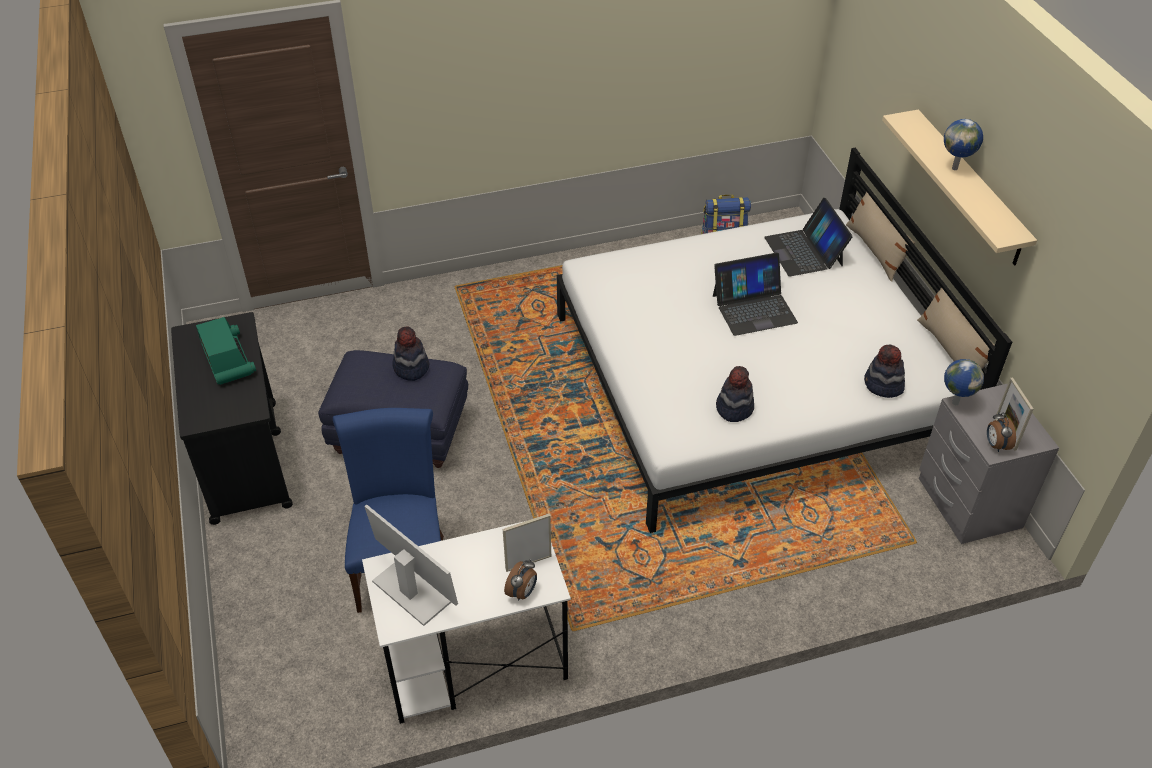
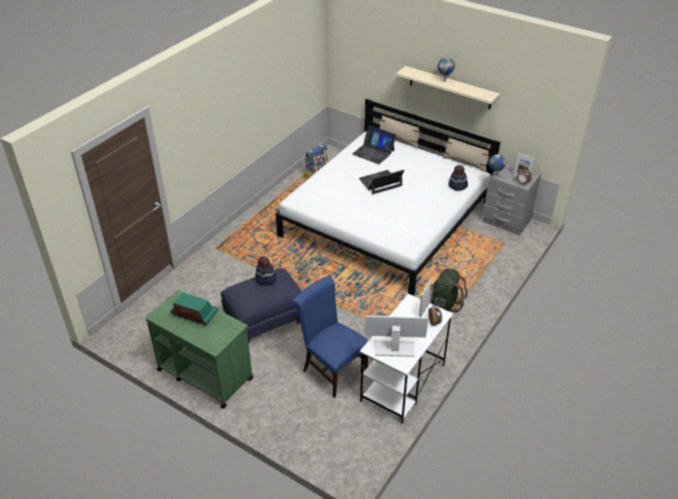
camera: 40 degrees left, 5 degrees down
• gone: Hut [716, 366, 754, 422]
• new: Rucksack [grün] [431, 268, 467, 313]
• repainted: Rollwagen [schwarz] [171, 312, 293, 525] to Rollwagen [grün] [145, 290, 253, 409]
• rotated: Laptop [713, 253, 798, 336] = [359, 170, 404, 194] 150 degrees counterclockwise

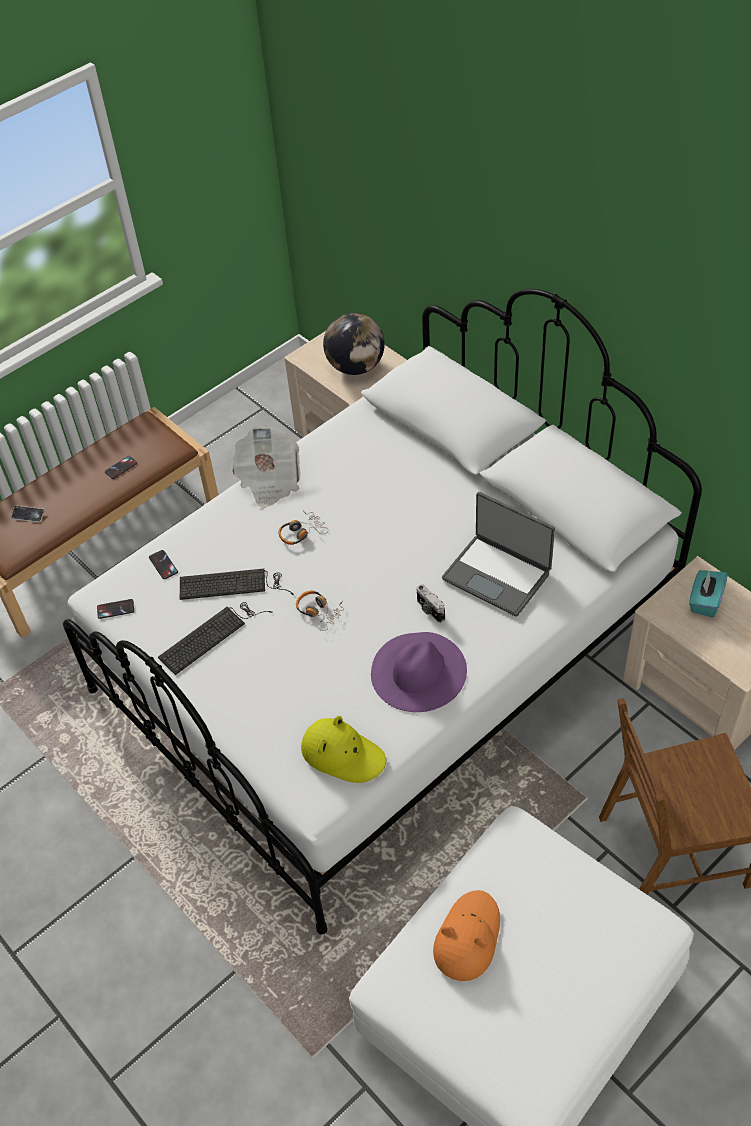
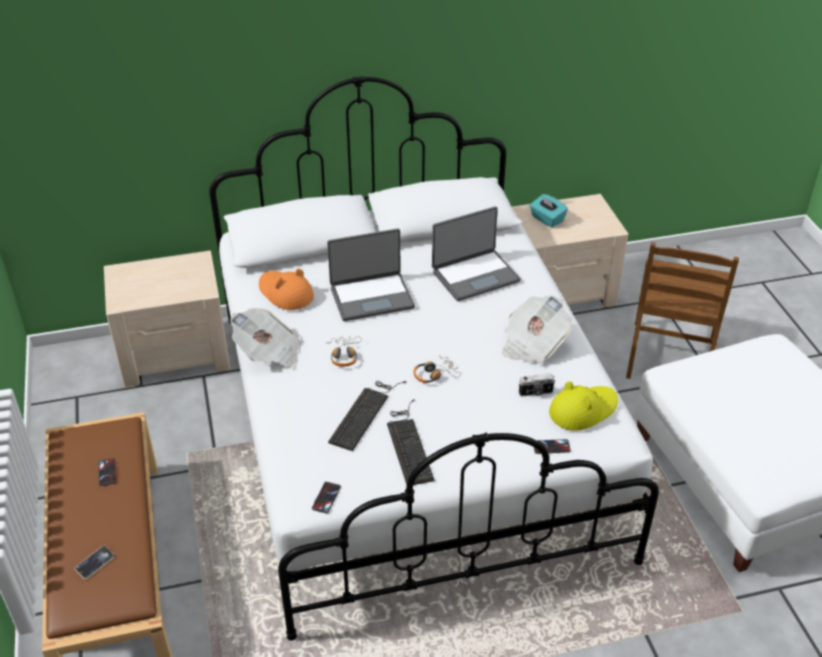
camera: 65 degrees left, 10 degrees down
• gone: Globus [323, 313, 385, 375]
• new: Laptop [327, 229, 415, 321]
• shifted: Handy [149, 550, 178, 579] to [534, 439, 571, 454]
• shifted: Kamera [417, 584, 445, 623] to [518, 373, 555, 396]
• shifted: Hut [orange] [433, 890, 500, 981] to [259, 269, 314, 310]
• swapped: Hut [lila] [371, 632, 467, 712] to Zeitung [502, 296, 572, 364]

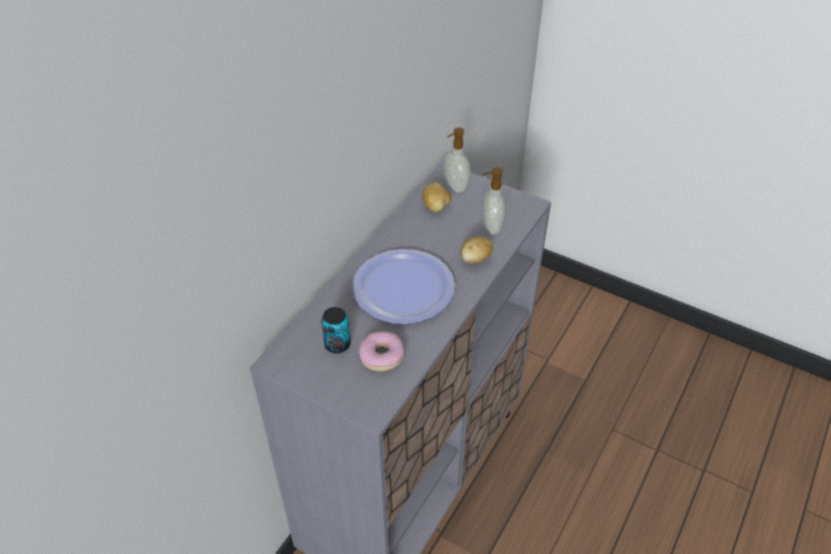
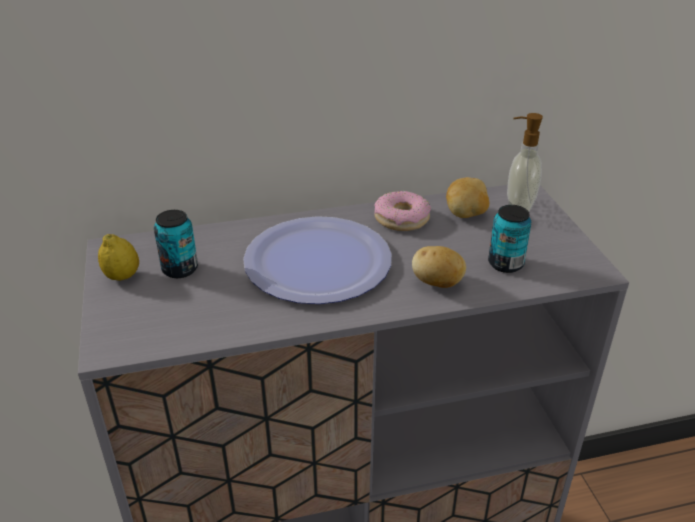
camera: 45 degrees right, 10 degrees down
• new: Zitrone [98, 234, 139, 281]
• shifted: Donut [358, 331, 404, 372] to [374, 191, 431, 231]
• swapped: Seifenspender [482, 167, 506, 235] to Dose [488, 205, 532, 273]

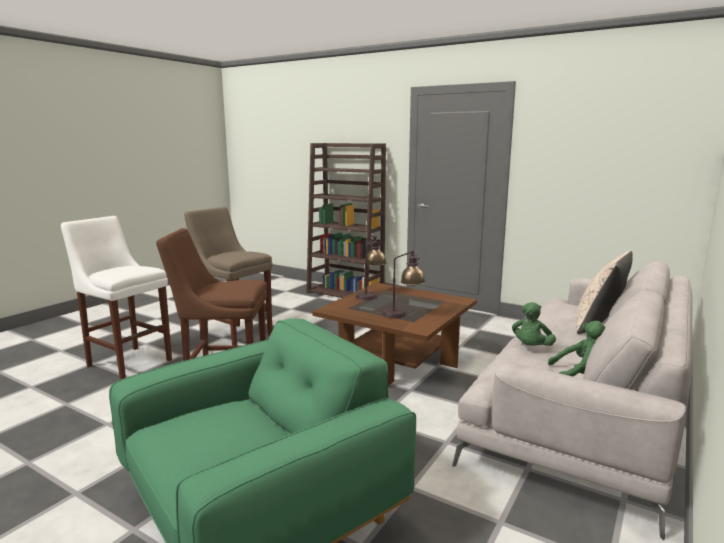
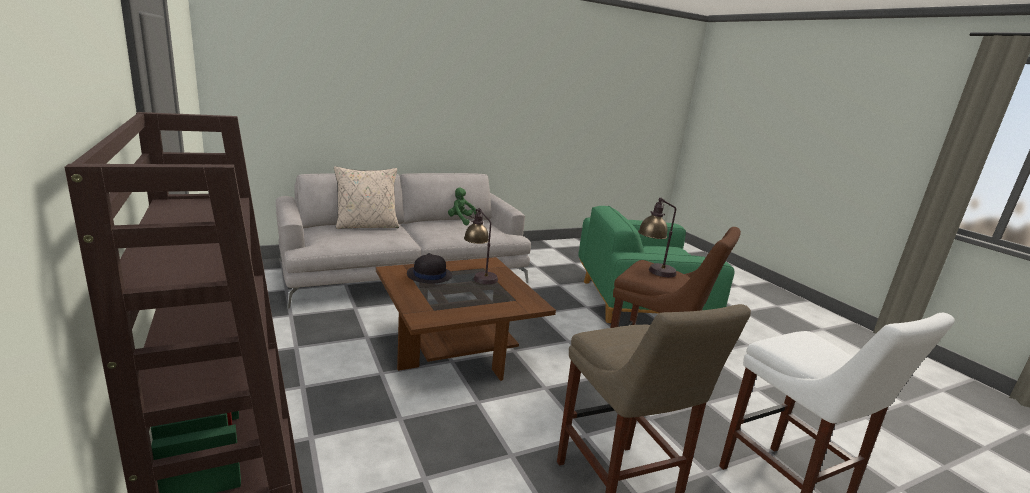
camera: 150 degrees left, 5 degrees up
• gone: Plüschtier [grün] [512, 302, 556, 346]
• new: Hut [schwarz] [407, 253, 452, 284]
• shifted: Tischlampe [356, 235, 387, 300] to [638, 198, 676, 277]

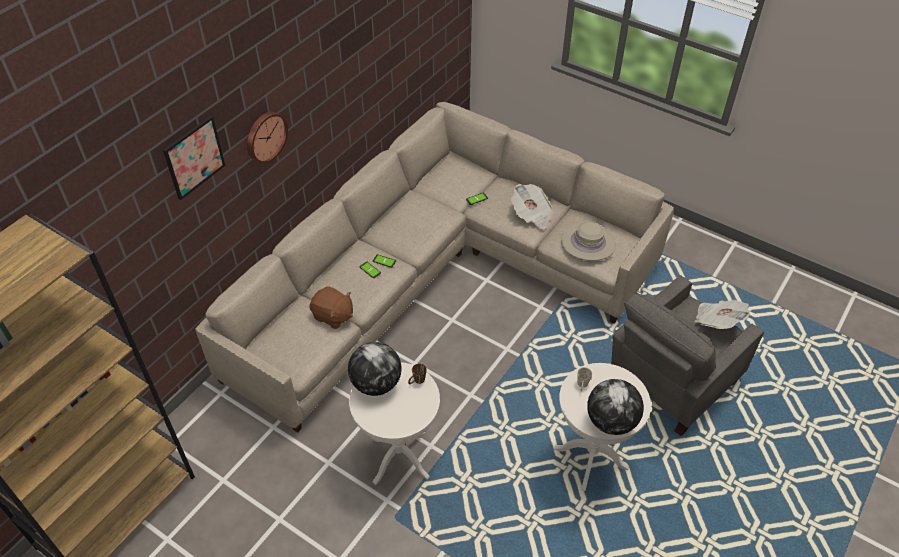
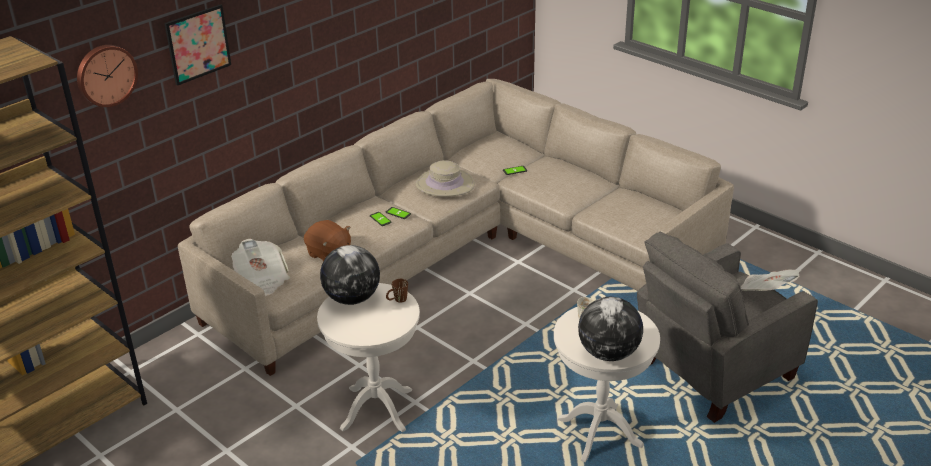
camera: 10 degrees right, 15 degrees down
• shifted: Wanduhr [247, 112, 288, 164] to [77, 45, 138, 107]
• shifted: Zeitung [511, 184, 554, 230] to [231, 239, 290, 296]
• shifted: Hut [beige] [561, 222, 616, 261] to [416, 160, 475, 197]

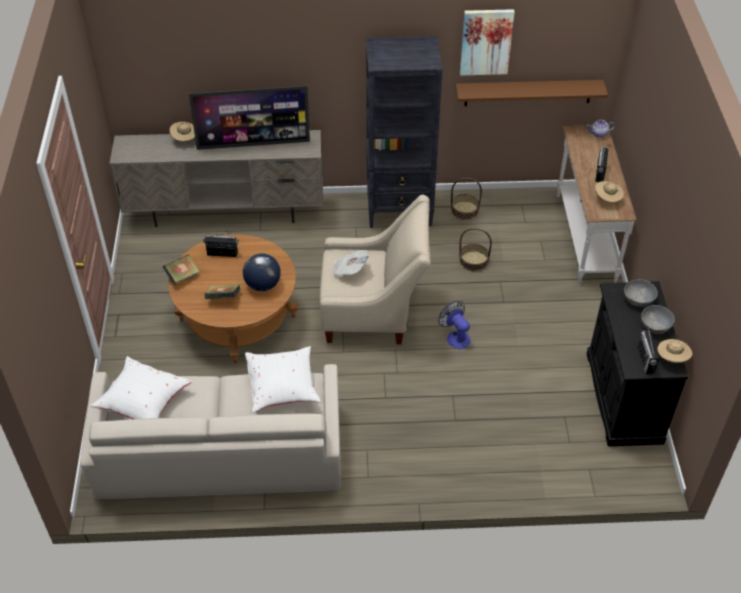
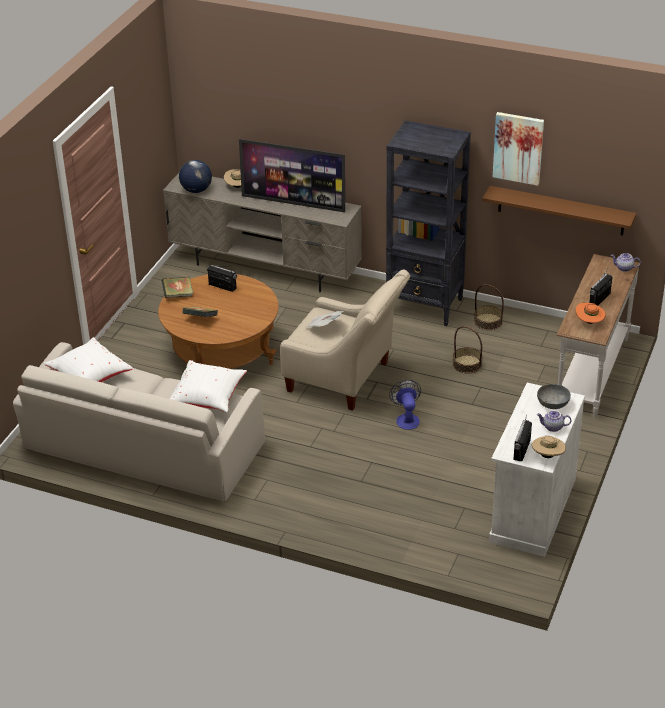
camera: 25 degrees right, 10 degrees down
• shifted: Globus [243, 253, 281, 291] to [179, 160, 212, 193]
• swapped: Schüssel [grau] [641, 305, 675, 334] to Teekanne [537, 410, 571, 432]
• repainted: Schrank [schwarz] [586, 281, 688, 446] to Schrank [weiß] [489, 383, 585, 557]
• repainted: Hut [beige] [595, 181, 624, 202] to Hut [orange] [575, 303, 606, 324]

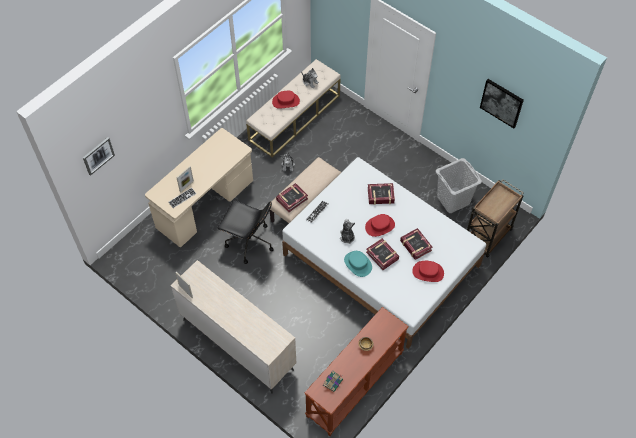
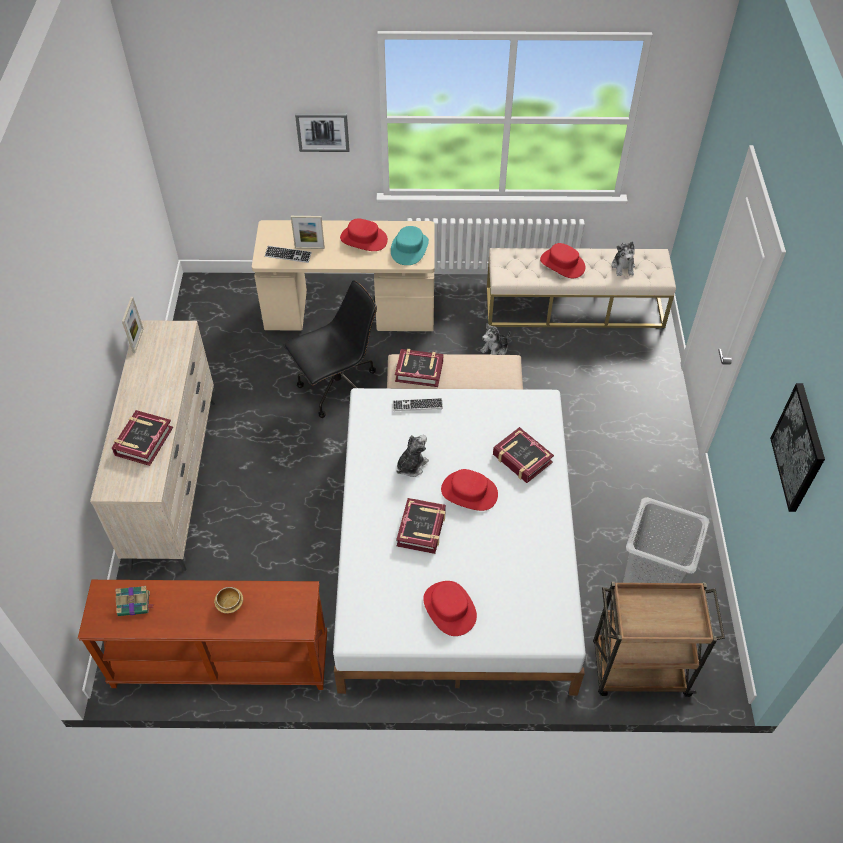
camera: 50 degrees right, 5 degrees down
• new: Hut [rot] [340, 218, 388, 251]
• shifted: Bild [83, 137, 115, 176] to [295, 113, 349, 152]
• shifted: Hut [türkis] [344, 251, 372, 277] to [391, 226, 429, 265]
• shifted: Buch [400, 228, 433, 260] to [112, 410, 173, 466]
• rotated: Bürostuhl [schwarz] [217, 200, 274, 264] = [284, 280, 377, 418] 105 degrees counterclockwise

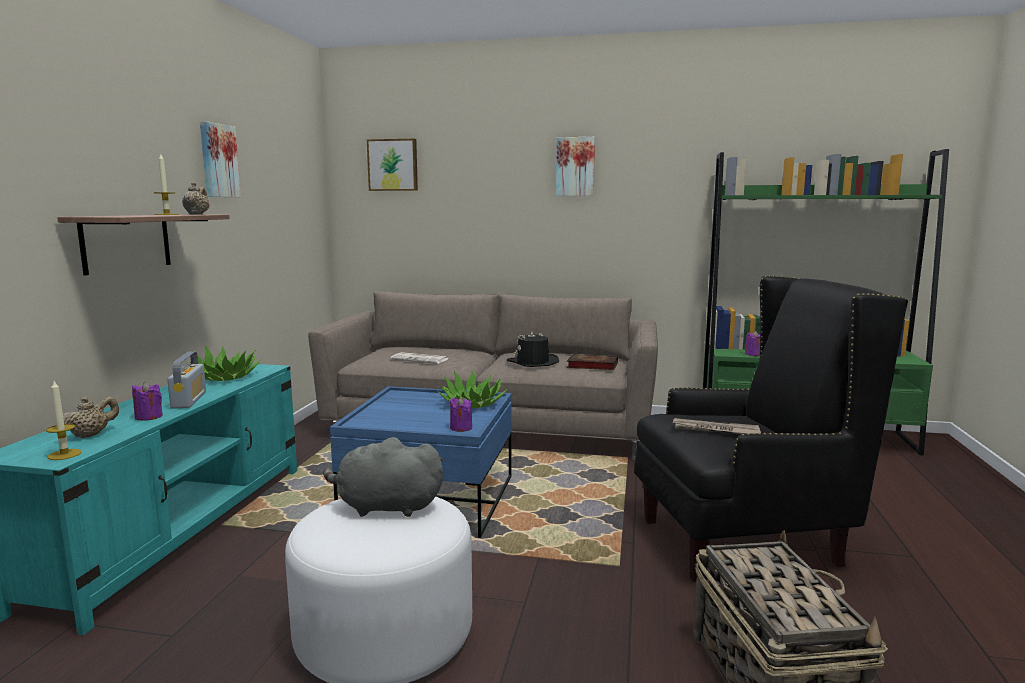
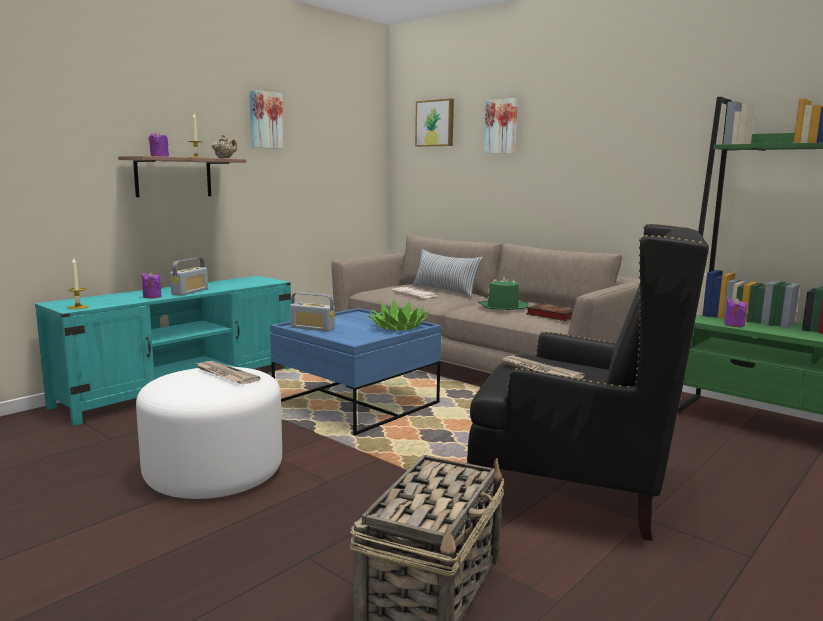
camera: 30 degrees right, 0 degrees up
• gone: Teekanne [beige] [63, 397, 119, 438]
• gone: Topfpflanze [190, 346, 262, 381]
• new: Radio [290, 292, 335, 332]
• new: Kissen [412, 249, 483, 297]
• shifted: Kerze [lila] [449, 397, 472, 432] to [148, 131, 169, 157]
• shifted: Bild [556, 137, 595, 196] to [484, 98, 518, 154]
• swapped: Plüschtier [grau] [323, 437, 443, 517] to Zeitung [196, 361, 260, 384]
• repainted: Hut [schwarz] [507, 332, 559, 367] to Hut [grün] [478, 278, 529, 310]

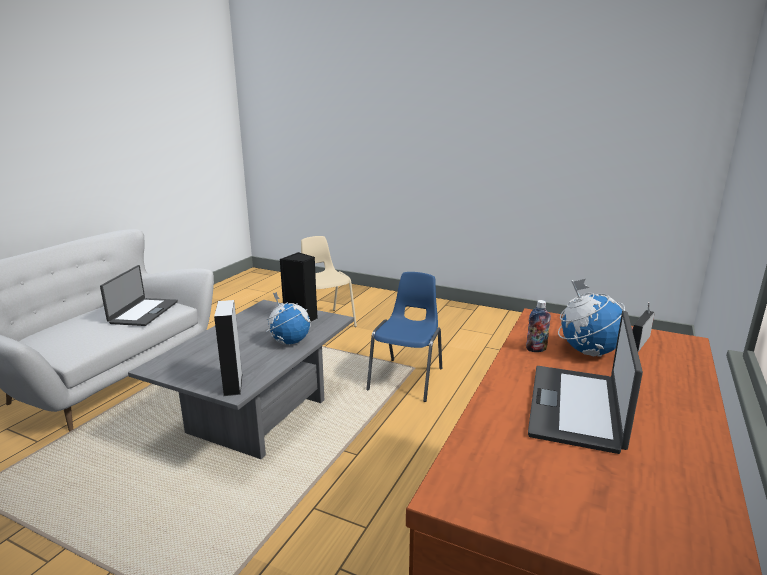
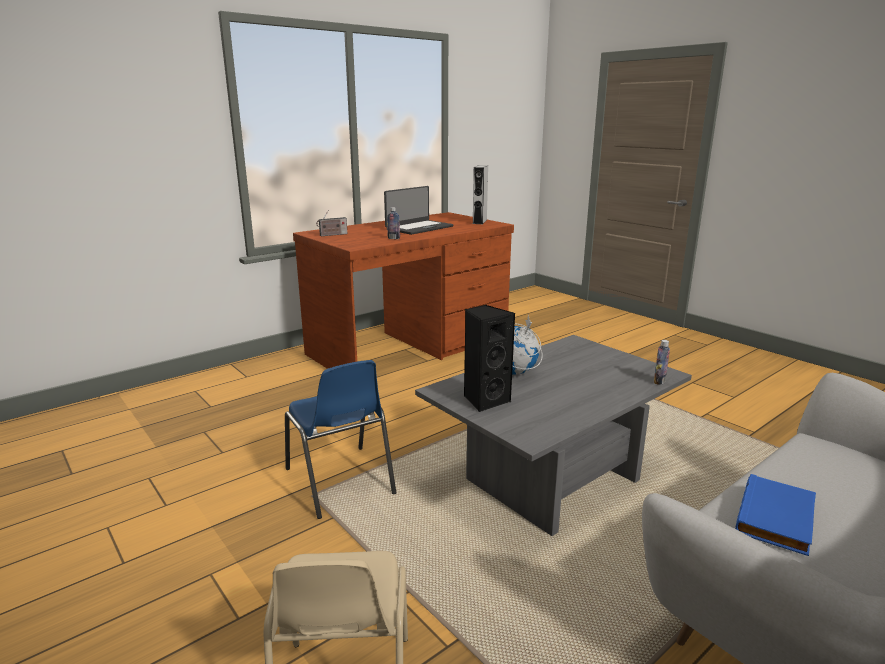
camera: 155 degrees left, 0 degrees up
• gone: Globus [558, 279, 625, 357]
• new: Flasche [654, 340, 670, 385]
• shifted: Lautsprecher [grau] [214, 300, 242, 396] to [473, 165, 488, 224]
• swapped: Laptop [100, 265, 178, 326] to Buch [blau] [735, 474, 816, 556]
• rotated: Stuhl [blau] [366, 272, 442, 402] = [285, 360, 396, 519] 75 degrees counterclockwise

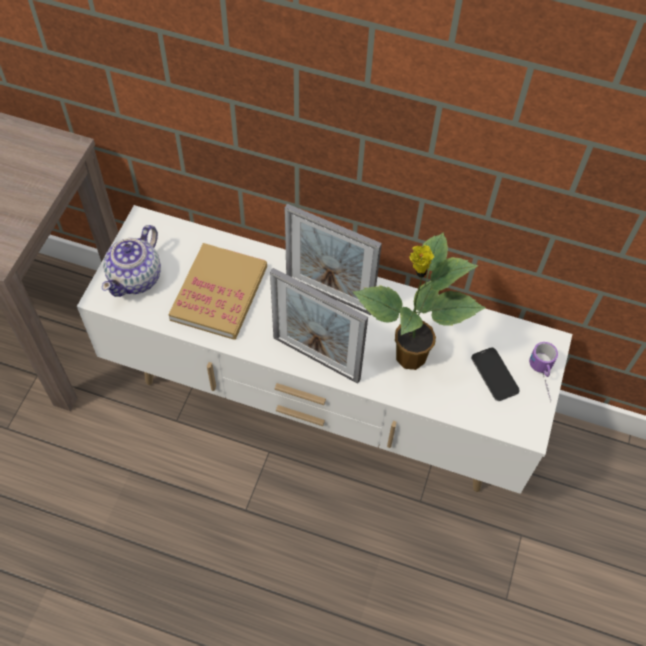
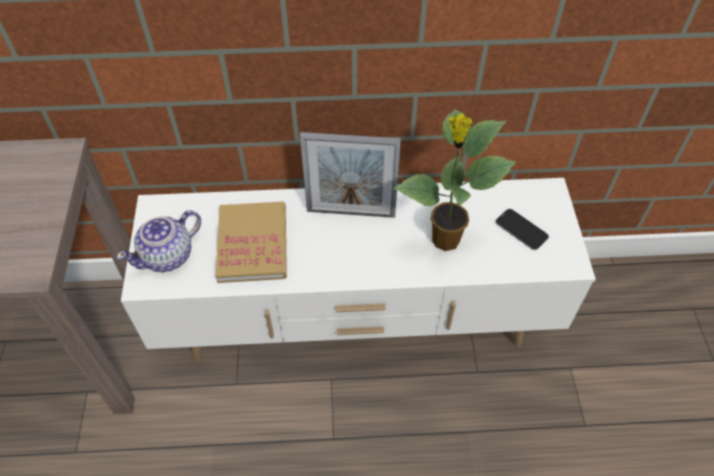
camera: 20 degrees left, 5 degrees down
• gone: Bilderrahmen [270, 268, 368, 384]
• gone: Henkelbecher [529, 342, 558, 402]
• rotated: Teekanne [102, 225, 161, 297] = [117, 210, 201, 272] 45 degrees clockwise

